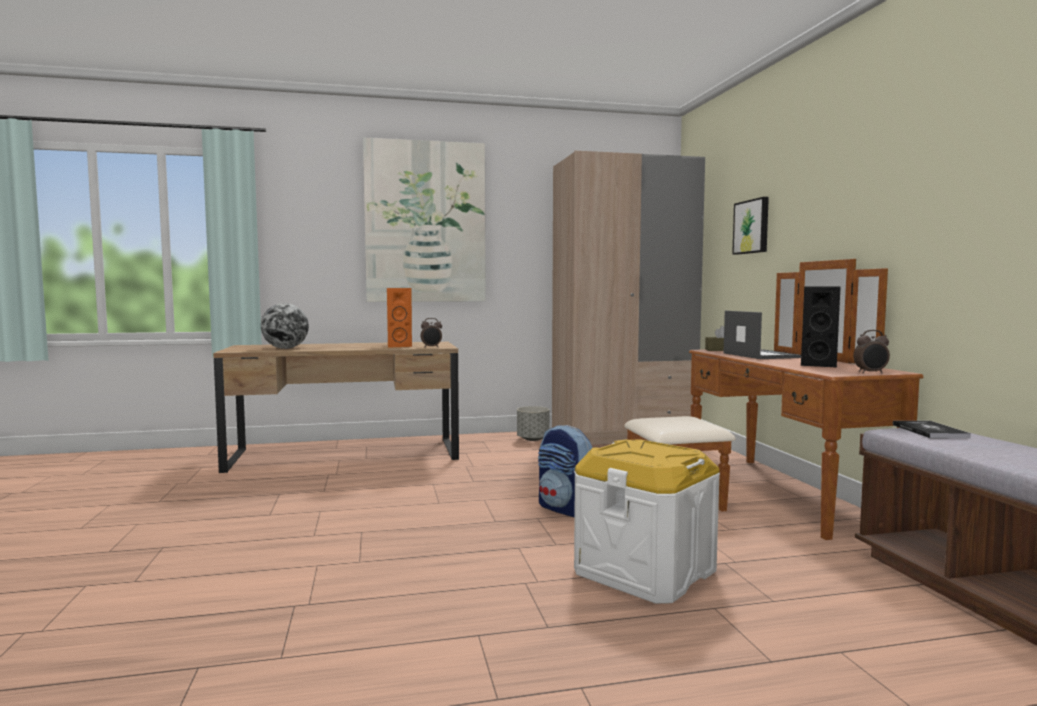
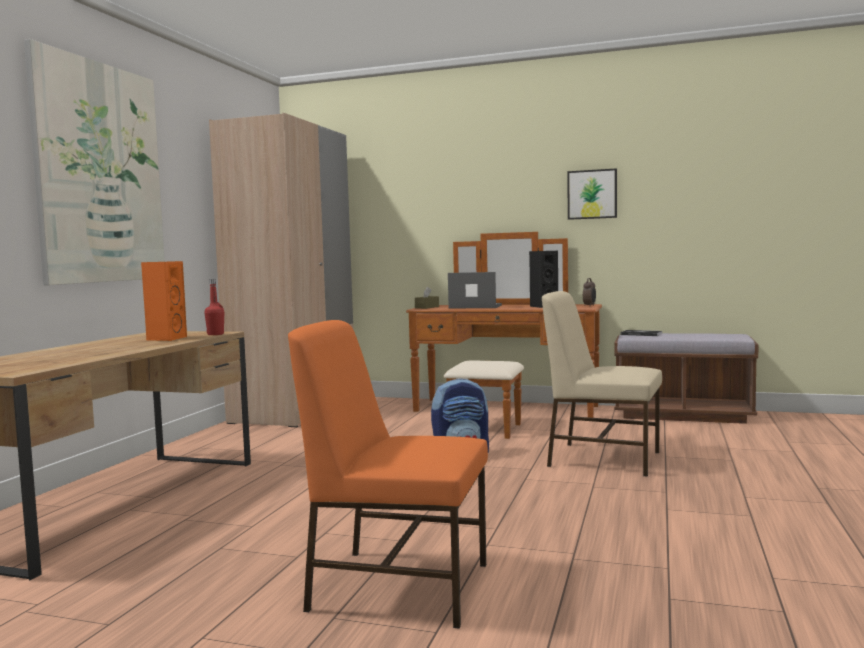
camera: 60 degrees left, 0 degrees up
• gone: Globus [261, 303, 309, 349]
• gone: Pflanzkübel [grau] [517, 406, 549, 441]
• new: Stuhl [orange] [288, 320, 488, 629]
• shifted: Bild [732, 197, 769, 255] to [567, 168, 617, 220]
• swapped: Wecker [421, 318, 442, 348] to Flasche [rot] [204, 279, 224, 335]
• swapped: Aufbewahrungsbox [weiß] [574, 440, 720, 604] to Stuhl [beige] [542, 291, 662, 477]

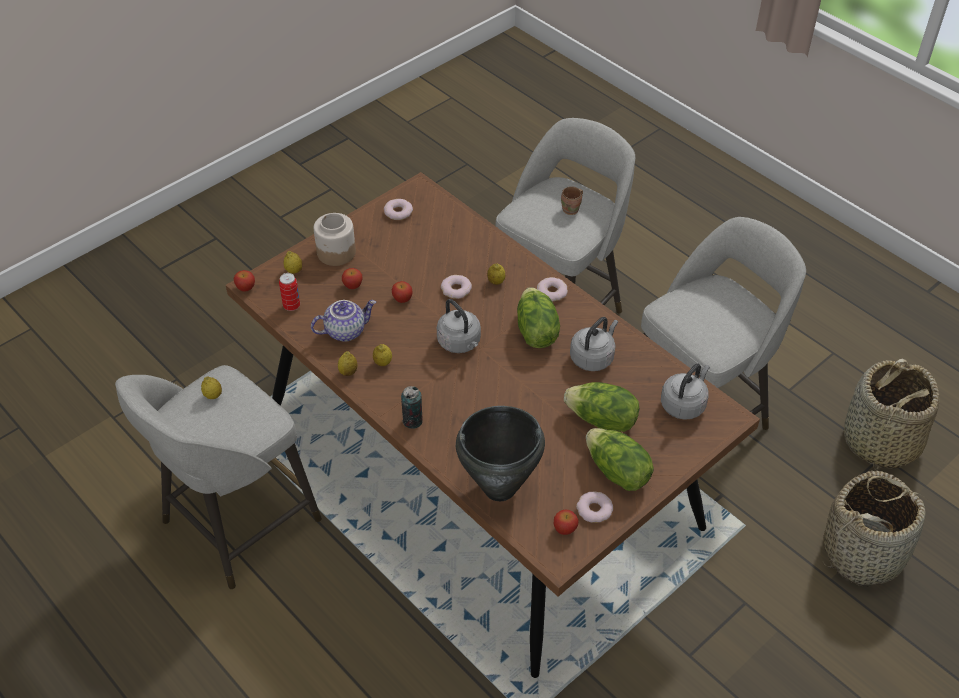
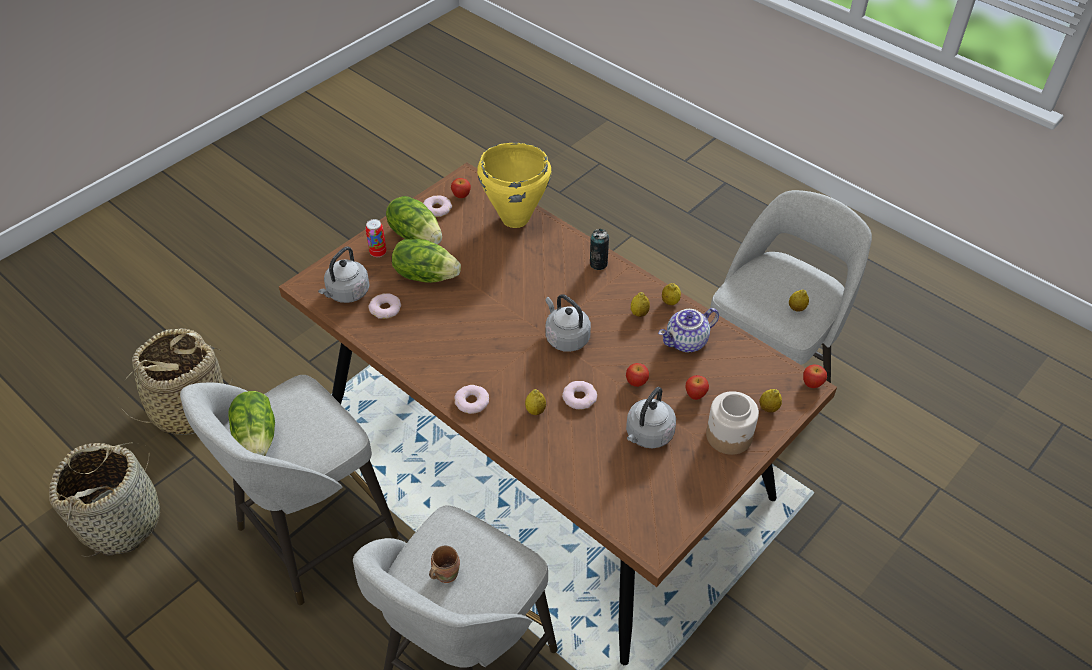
camera: 175 degrees right, 0 degrees up
• shifted: Dose [279, 273, 300, 311] to [366, 219, 387, 257]
• shifted: Donut [384, 199, 413, 220] to [368, 293, 401, 319]
• shifted: Salatkopf [517, 287, 560, 348] to [228, 391, 275, 456]
• shifted: Wasserkessel [grau] [570, 317, 618, 371] to [626, 387, 676, 448]
• repainted: Kochtopf [schwarz] [456, 406, 545, 501] to Kochtopf [gelb] [477, 143, 552, 228]

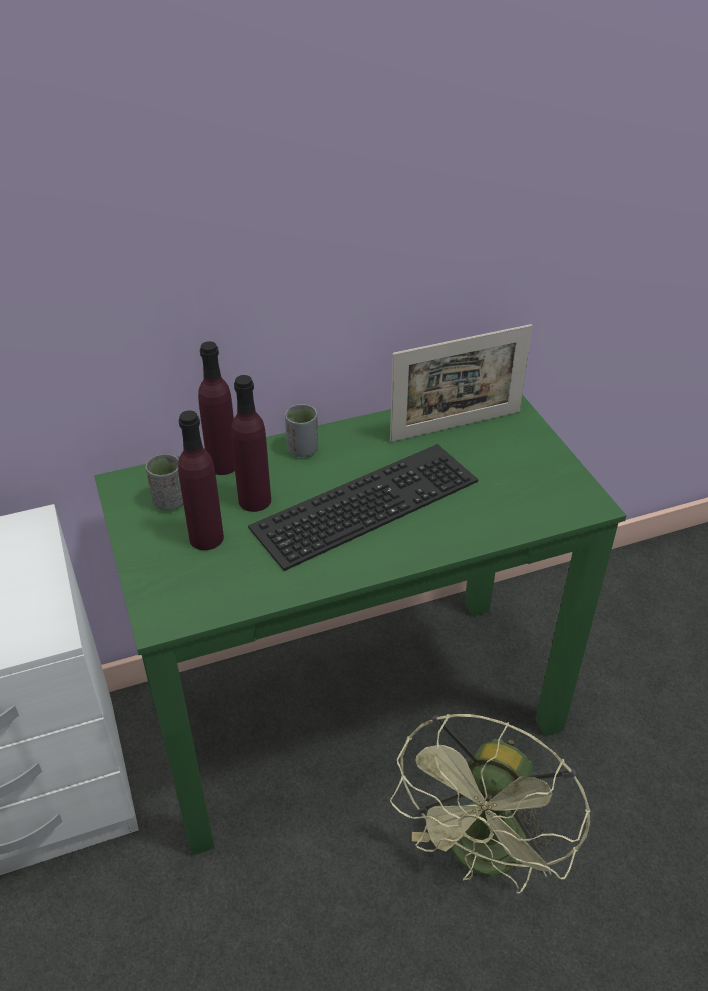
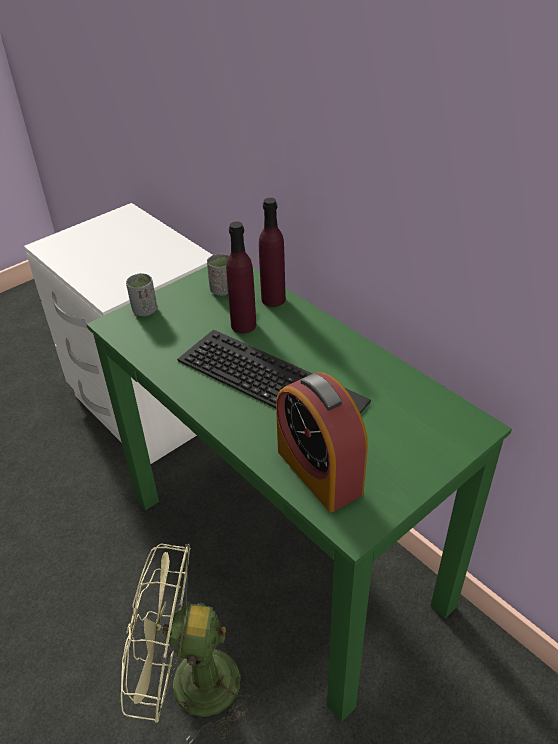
camera: 70 degrees right, 0 degrees up
• gone: Flasche [lila] [178, 410, 224, 550]
• gone: Bilderrahmen [390, 324, 533, 442]
• new: Wecker [276, 372, 368, 512]
• shifted: Tasse [grau] [285, 404, 318, 457] to [126, 273, 157, 316]

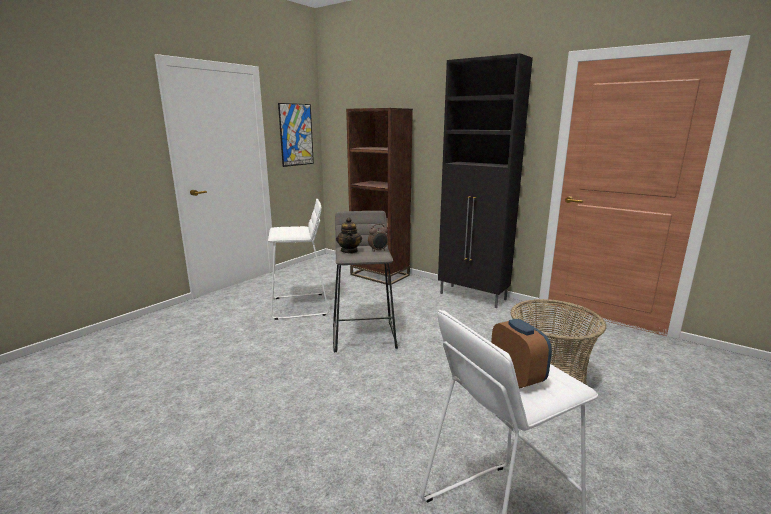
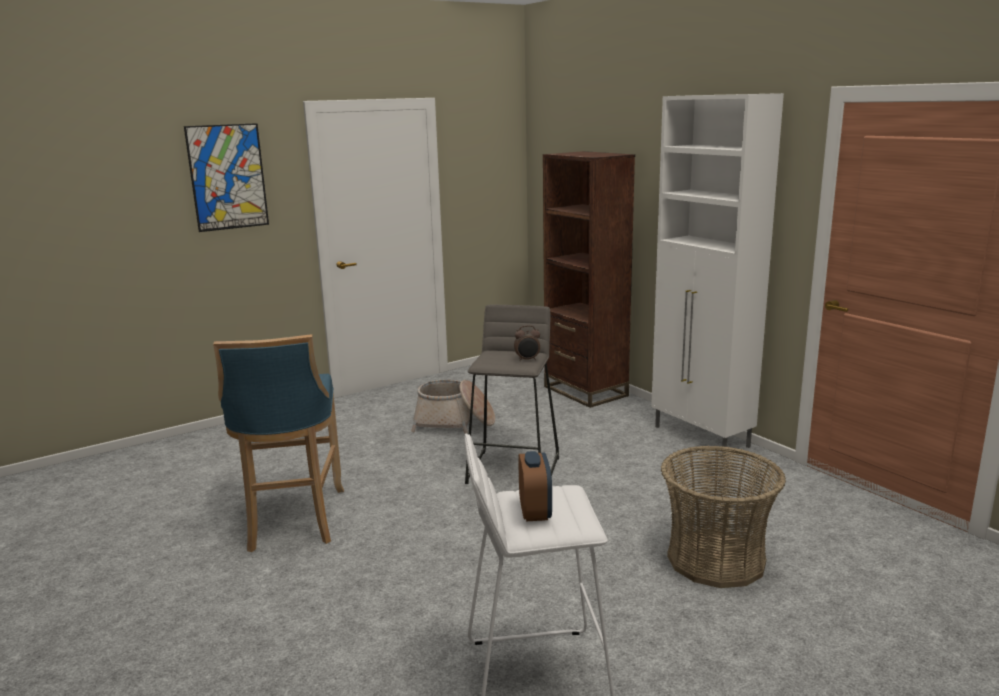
camera: 20 degrees right, 0 degrees up
• gone: Teekanne [336, 217, 362, 253]
• new: Hocker [blau] [213, 334, 344, 552]
• shifted: Bild [278, 103, 314, 167] to [184, 123, 269, 232]
• swapped: Hocker [weiß] [268, 199, 329, 320] to Korb [411, 380, 495, 434]
• repainted: Schrank [schwarz] [438, 53, 533, 308] to Schrank [weiß] [651, 93, 784, 456]

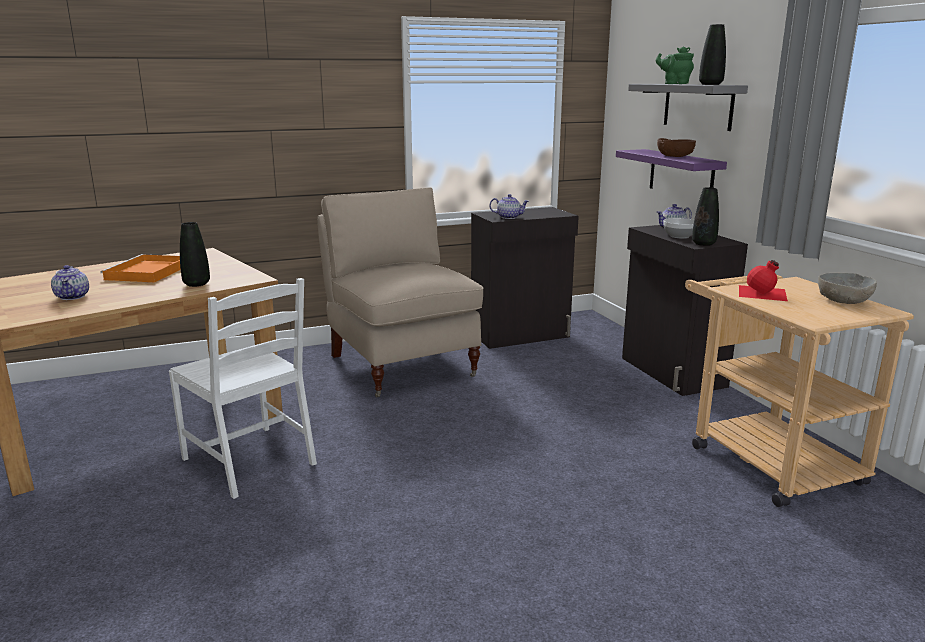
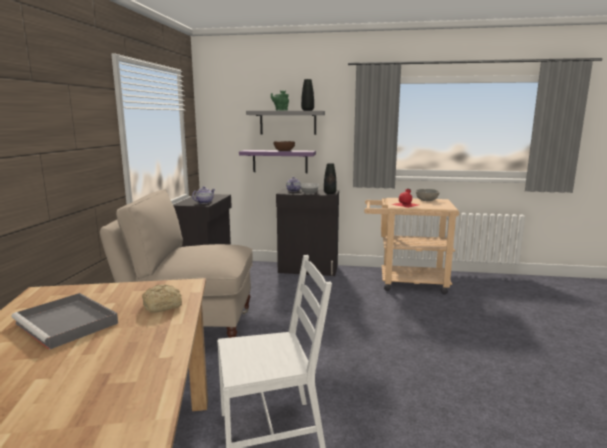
camera: 60 degrees left, 5 degrees down
• gone: Teekanne [51, 265, 89, 300]
• swapped: Vase [schwarz] [180, 222, 210, 287] to Brot [142, 284, 182, 313]
• repainted: Tablett [orange] [100, 254, 181, 282] to Tablett [grau] [12, 293, 118, 350]

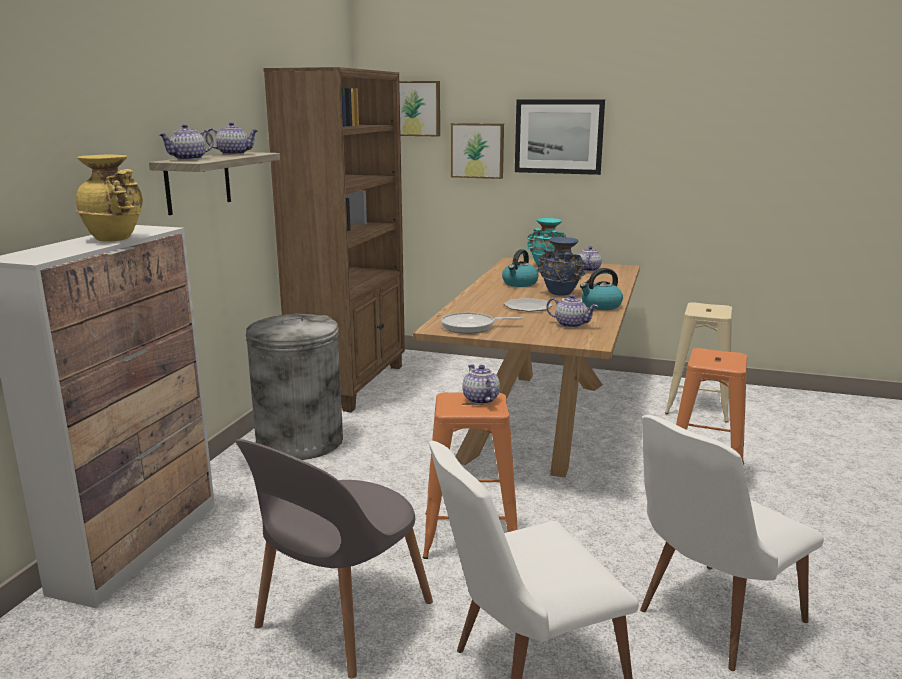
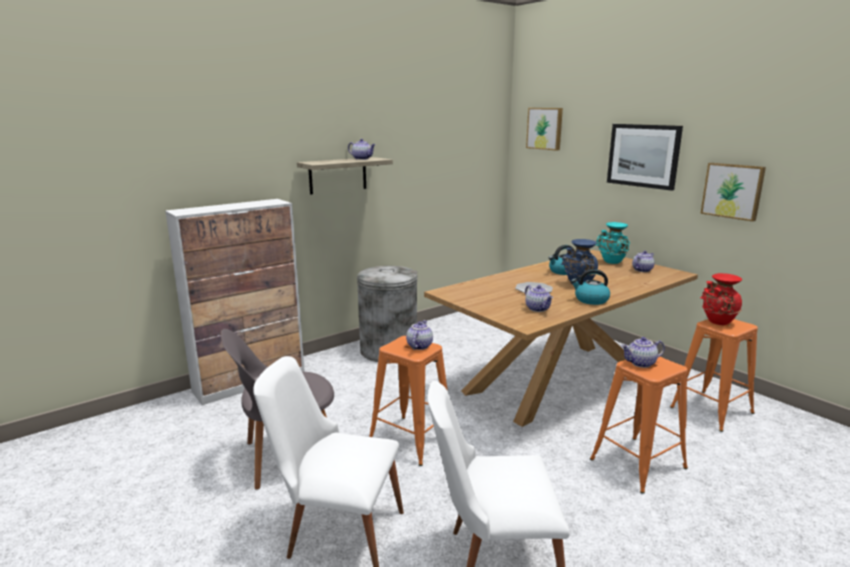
camera: 35 degrees right, 0 degrees up
• gone: Vase [gelb] [76, 154, 143, 242]
• gone: Bücherregal [braun] [263, 67, 405, 412]
• gone: Pfanne [441, 312, 523, 334]
• new: Vase [rot] [700, 273, 742, 325]
• shifted: Teekanne [158, 124, 214, 160] to [621, 337, 665, 368]
• shifted: Bild [451, 123, 504, 179] to [700, 163, 766, 221]
• repainted: Hocker [beige] [665, 302, 733, 423] to Hocker [orange] [670, 319, 758, 432]

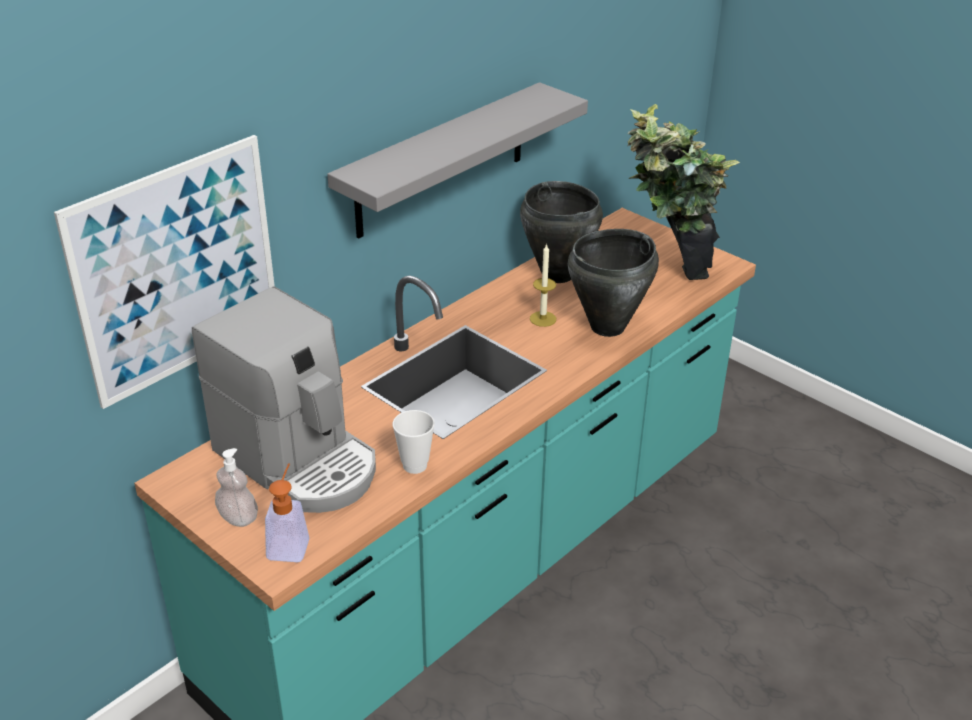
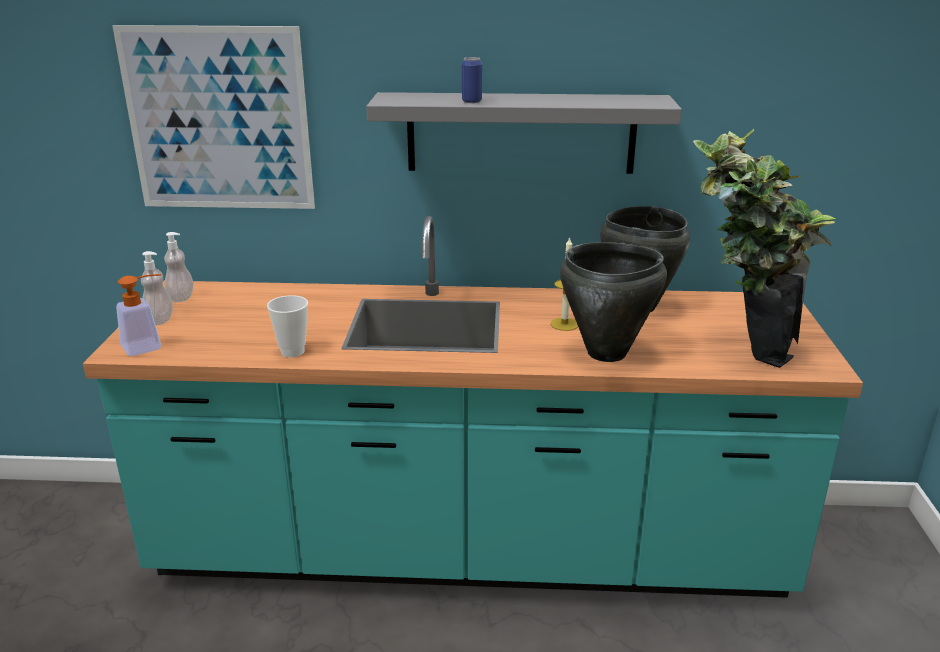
camera: 50 degrees right, 10 degrees down
• gone: Kaffeemaschine [192, 286, 376, 513]
• new: Seifenspender [164, 232, 193, 302]
• new: Dose [462, 57, 482, 103]

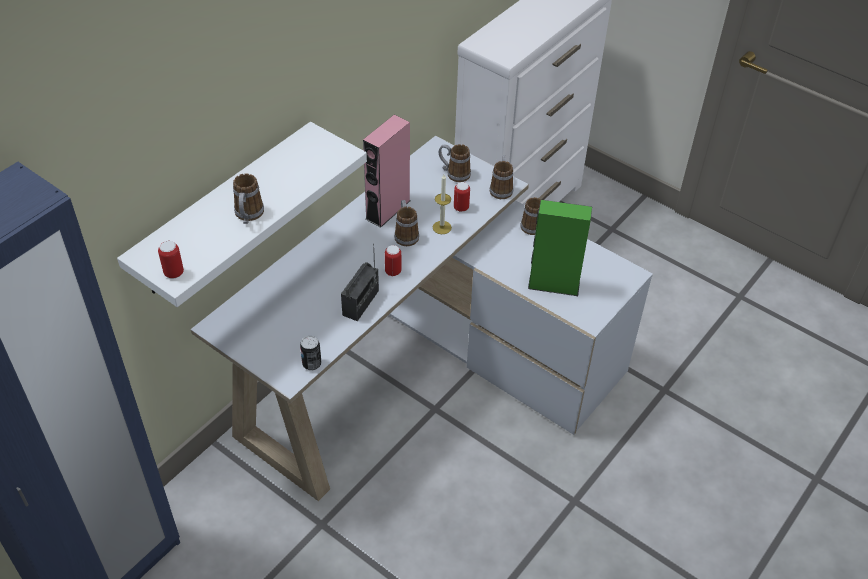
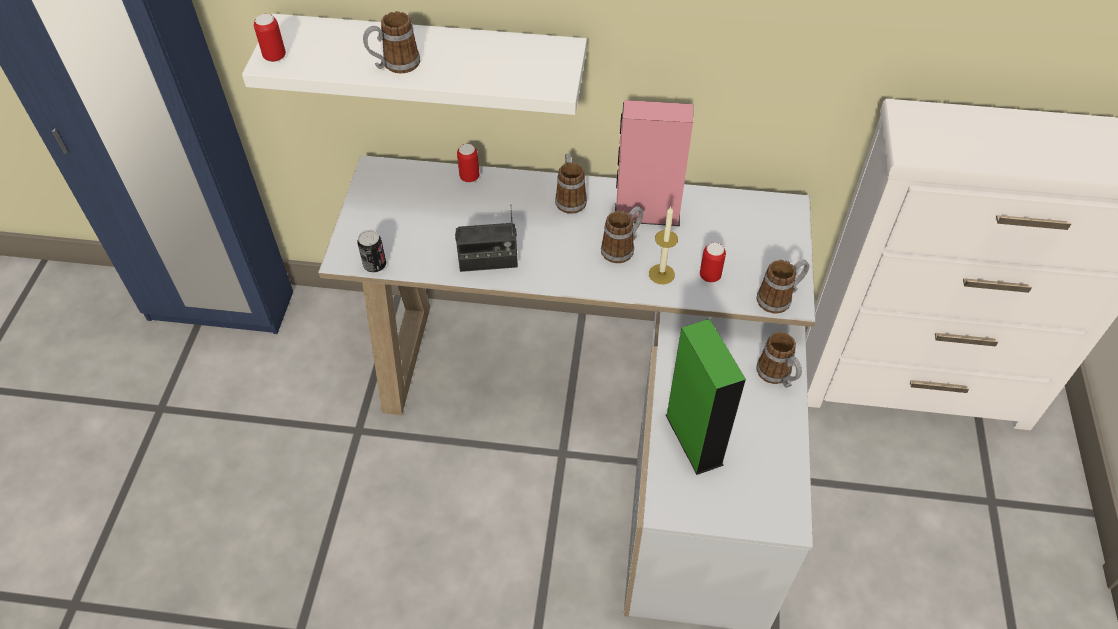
camera: 60 degrees right, 5 degrees up
• shifted: Dose [385, 245, 401, 276] to [457, 144, 480, 183]
• shifted: Henkelbecher [439, 144, 471, 182] to [555, 154, 587, 214]

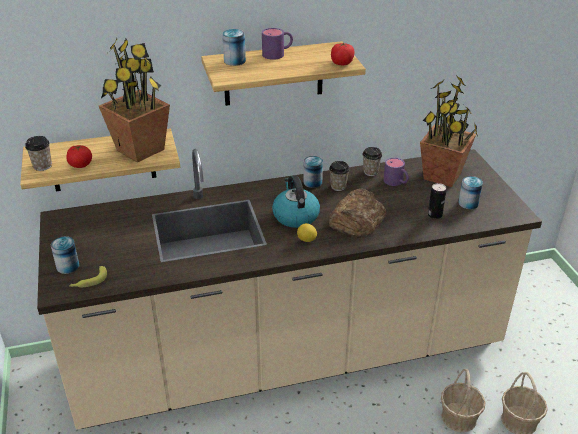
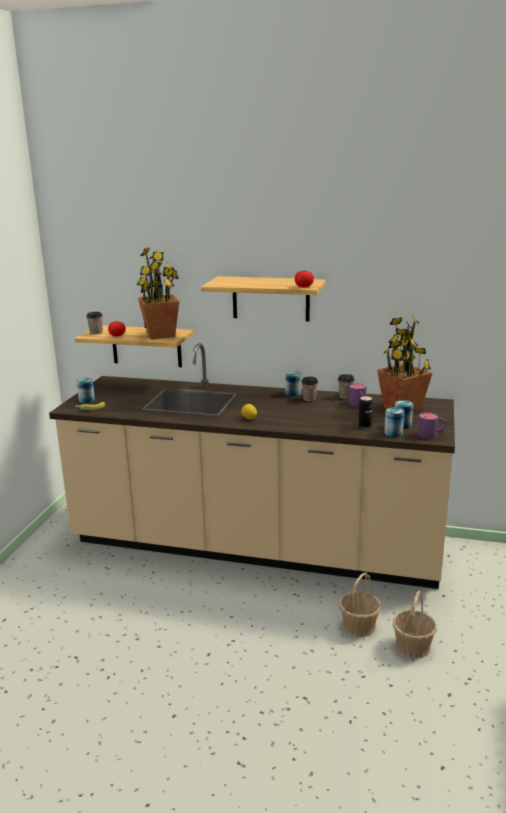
camera: 30 degrees right, 15 degrees down
• gone: Wasserkessel [272, 175, 320, 228]
• gone: Brot [328, 189, 387, 236]
• shifted: Dose [222, 29, 246, 66] to [384, 407, 404, 437]
• shifted: Henkelbecher [lila] [262, 28, 293, 60] to [417, 412, 447, 439]

